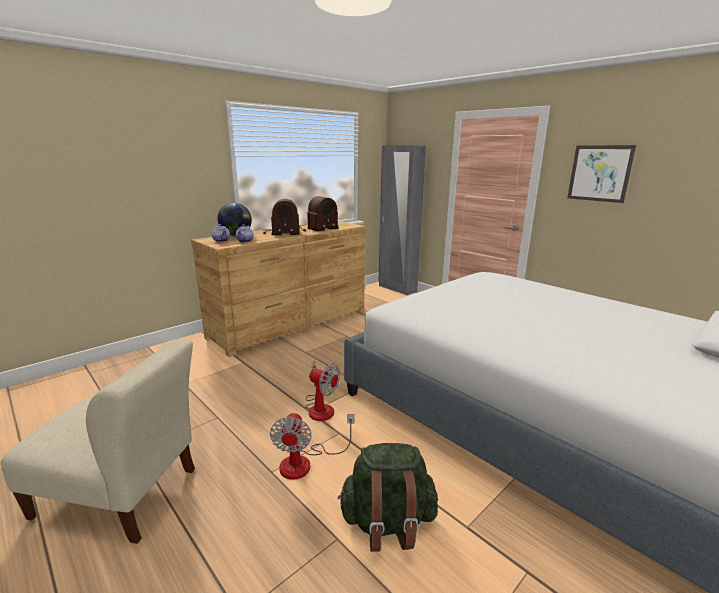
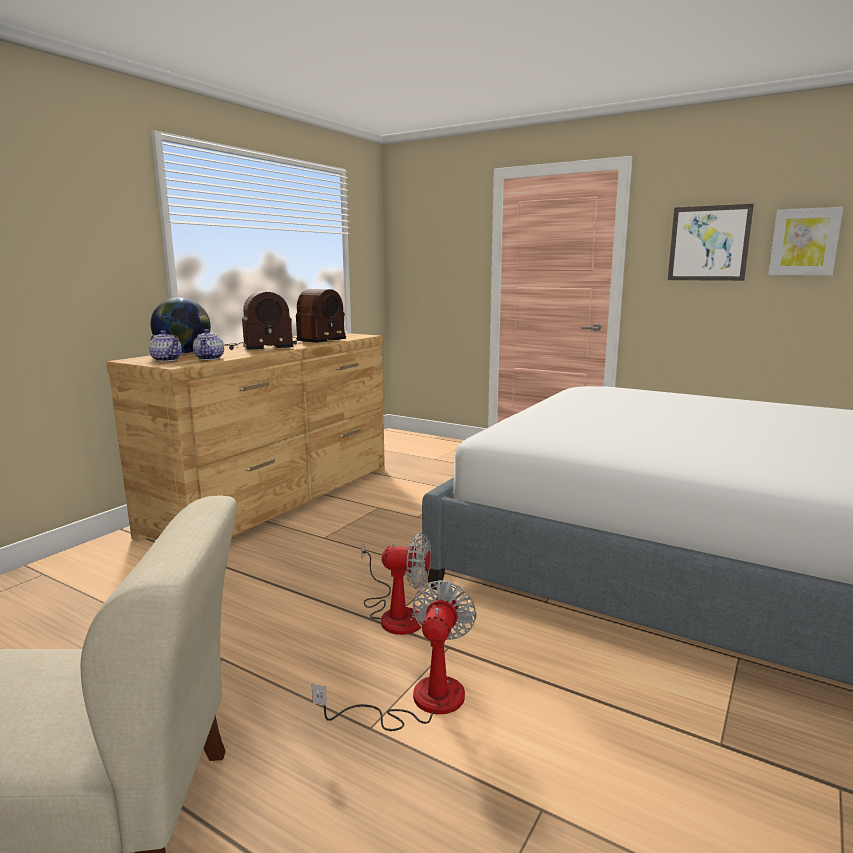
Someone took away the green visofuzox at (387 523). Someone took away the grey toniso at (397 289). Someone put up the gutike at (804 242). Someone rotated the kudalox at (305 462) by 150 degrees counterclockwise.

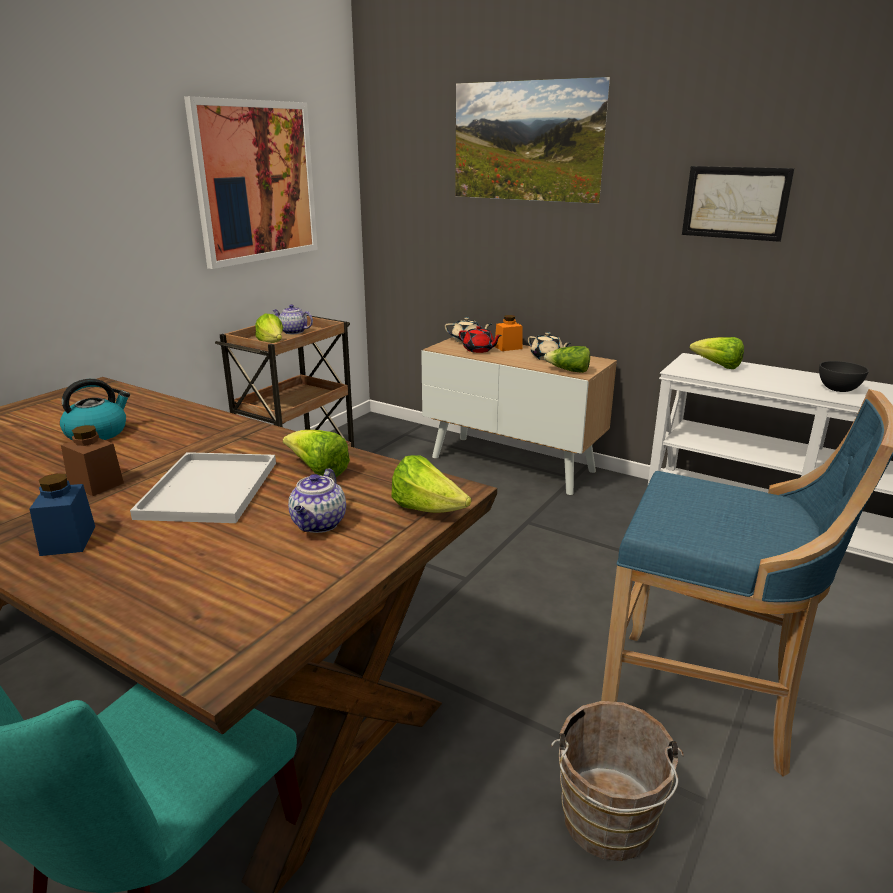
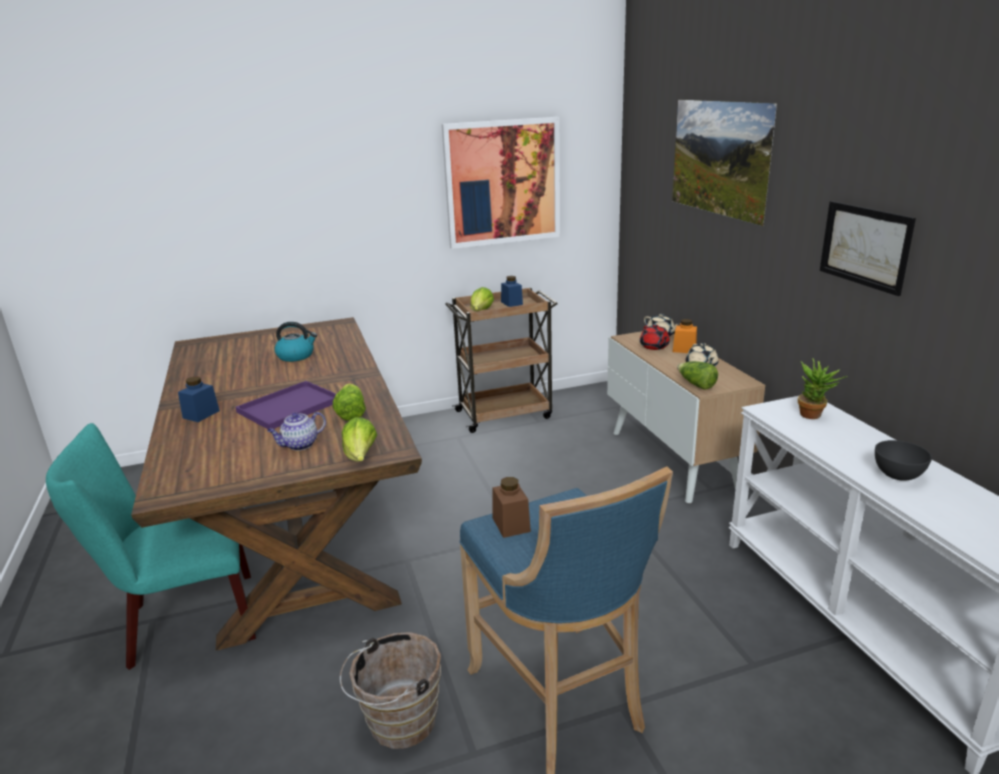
Someone carried the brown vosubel from (96 484) to (511 524). Someone swapped the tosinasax at (293 332) for the blue vosubel at (511 303). Someone swapped the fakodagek at (717 366) for the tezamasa at (814 416). Someone repainted the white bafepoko at (210 490), which became the purple bafepoko at (288 407).

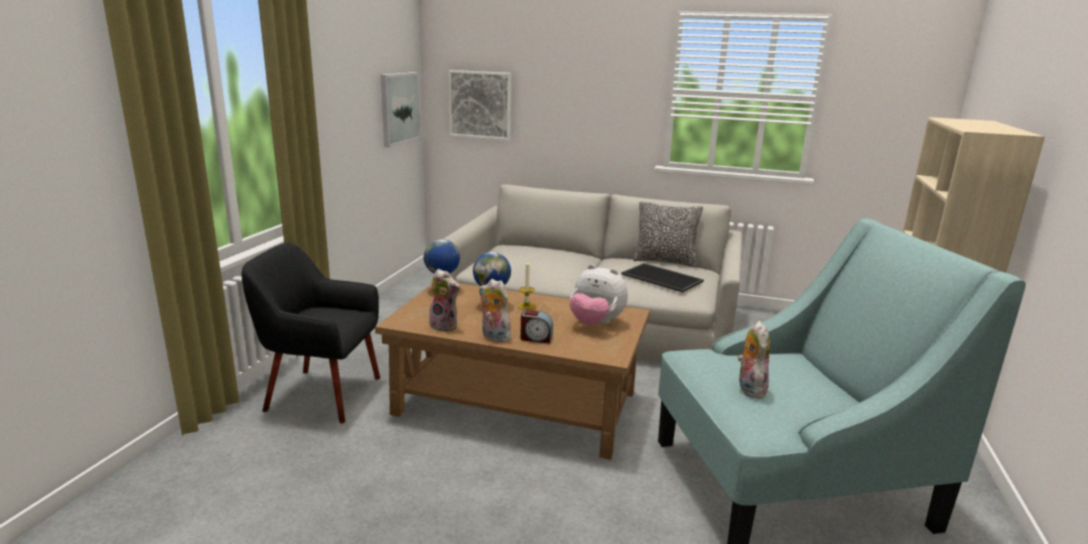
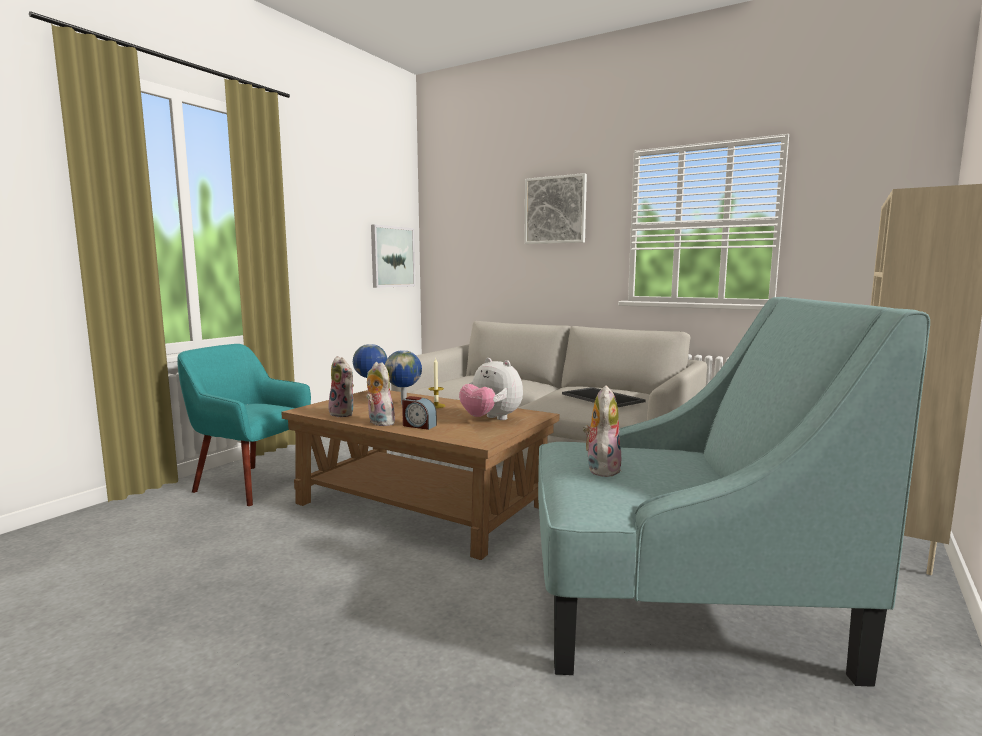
Someone took away the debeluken at (665 261). Someone carried the gutike from (480 105) to (555 210). Someone repainted the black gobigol at (322 394), which became the turquoise gobigol at (251 484).

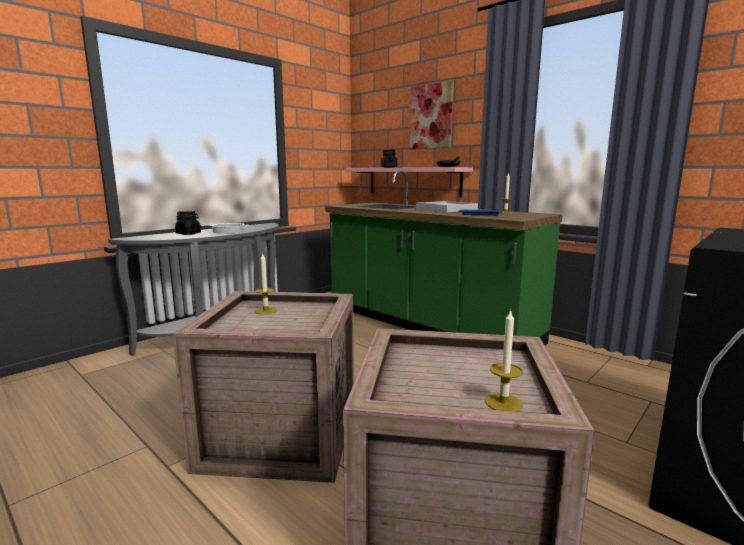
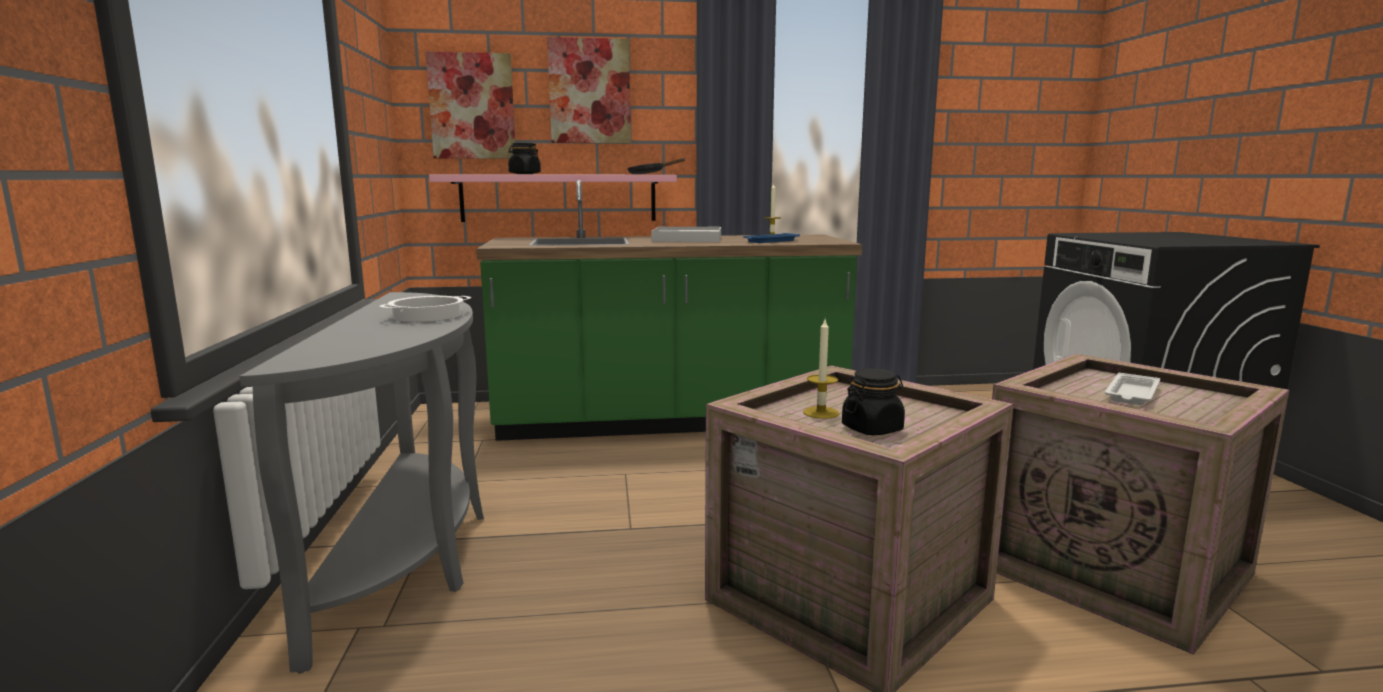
Someone took away the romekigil at (503 403). Someone put up the gutike at (472 106). Someone put down the white bafepoko at (1131 394). Someone carried the black vosubel from (188 234) to (872 429).

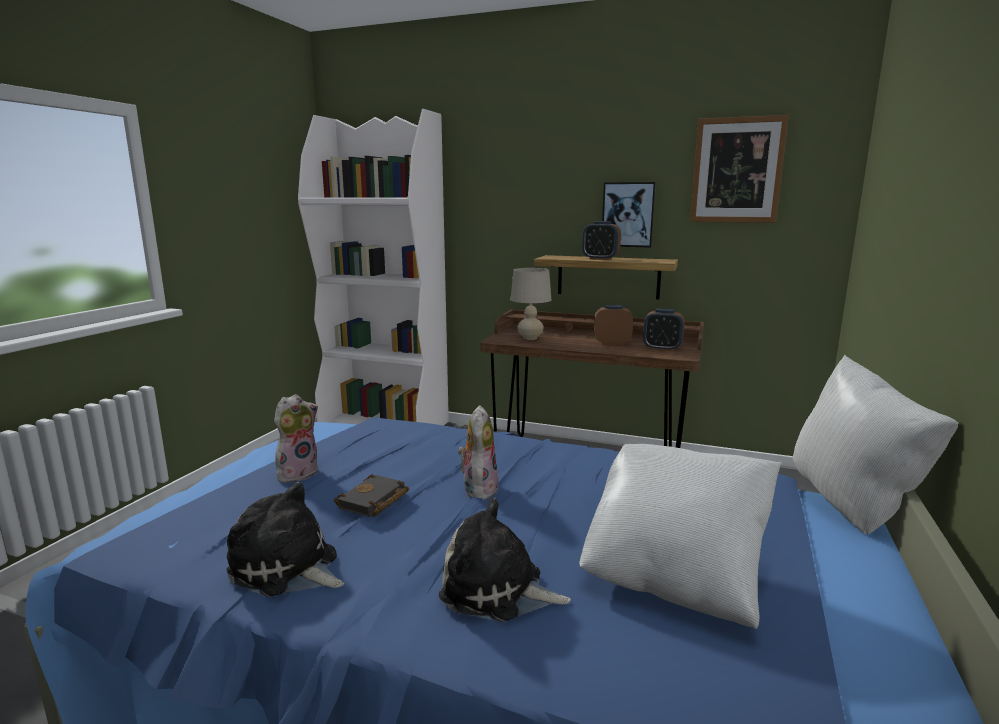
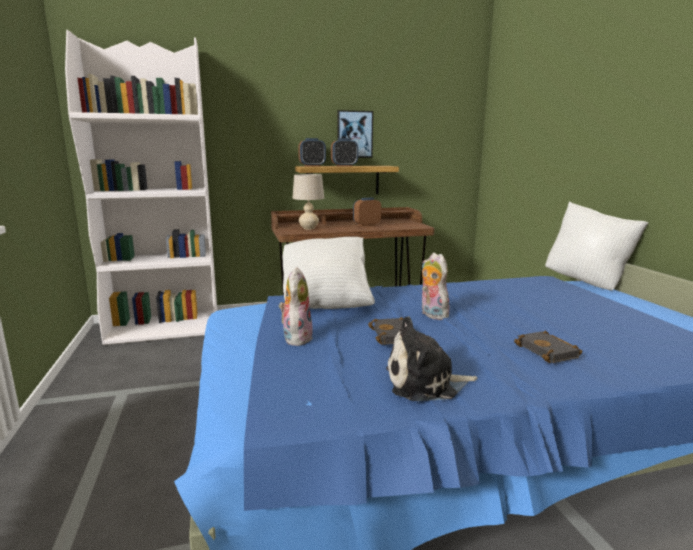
Someone took away the gutike at (737 170). Someone carried the white debeluken from (675 573) to (326 301). Someone carried the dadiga from (662 348) to (312 166). Someone swapped the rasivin at (497 590) for the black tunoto at (549 351).

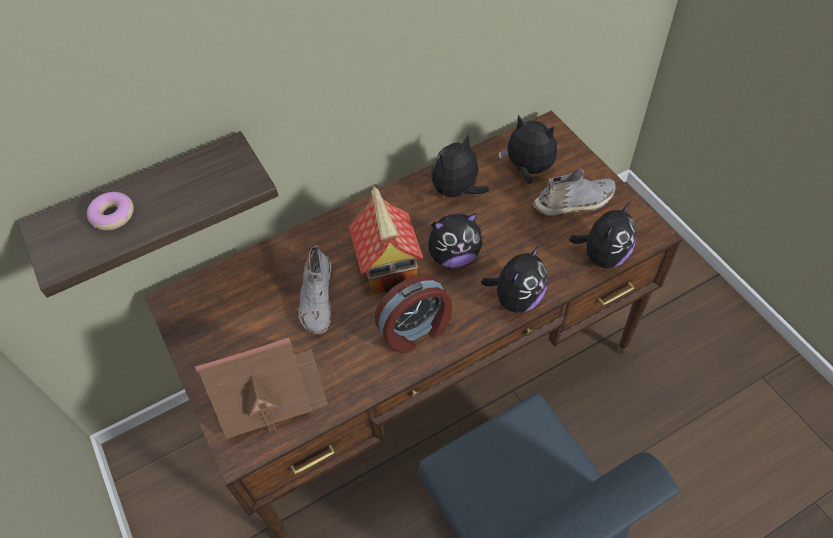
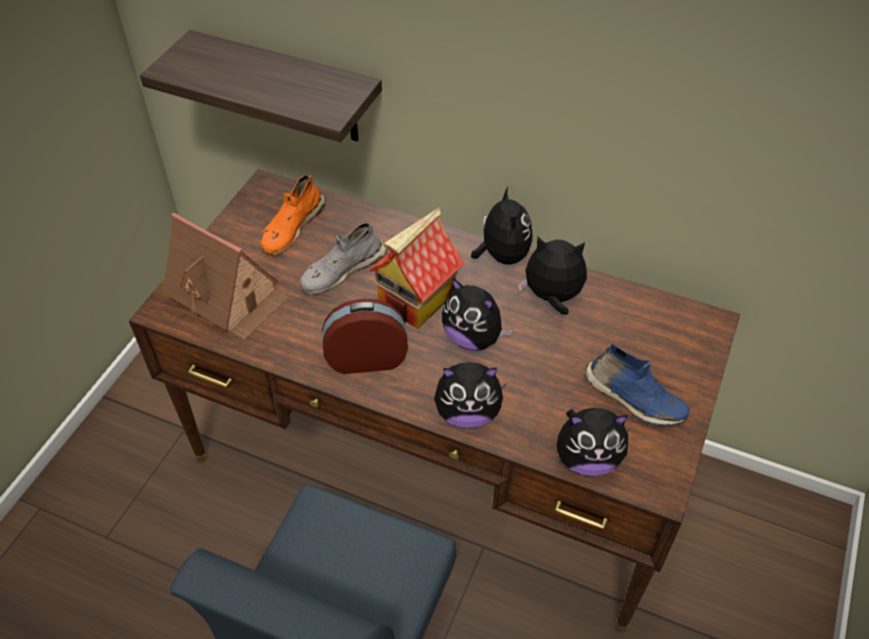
Someone took away the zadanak at (113 215). Someone put down the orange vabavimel at (292 227). Someone carried the rasivin from (528 169) to (502 256). Someone repainted the grey vabavimel at (575 203), which became the blue vabavimel at (633 399). Someone rotated the dadiga at (416 330) by 150 degrees clockwise.

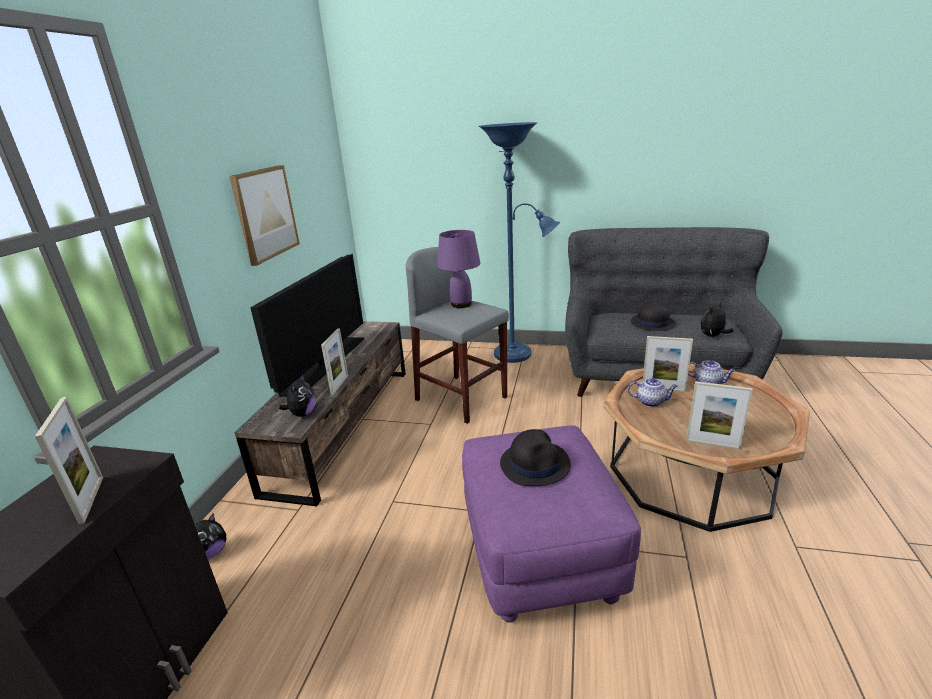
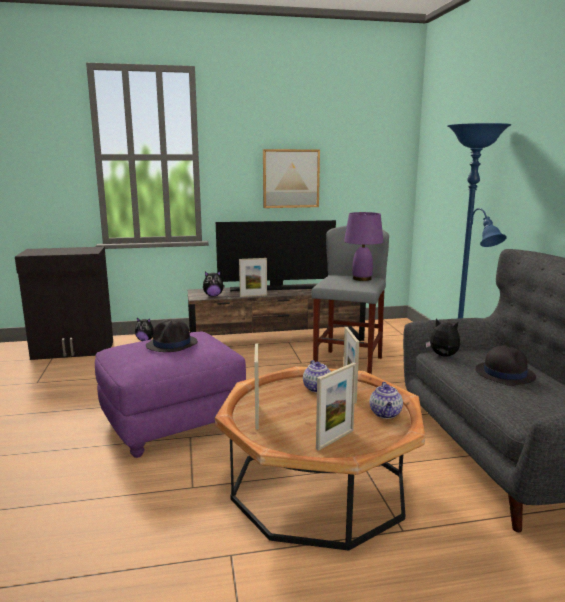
Someone carried the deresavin from (91 499) to (335 439). Someone carried the rasivin from (712 336) to (443 356).

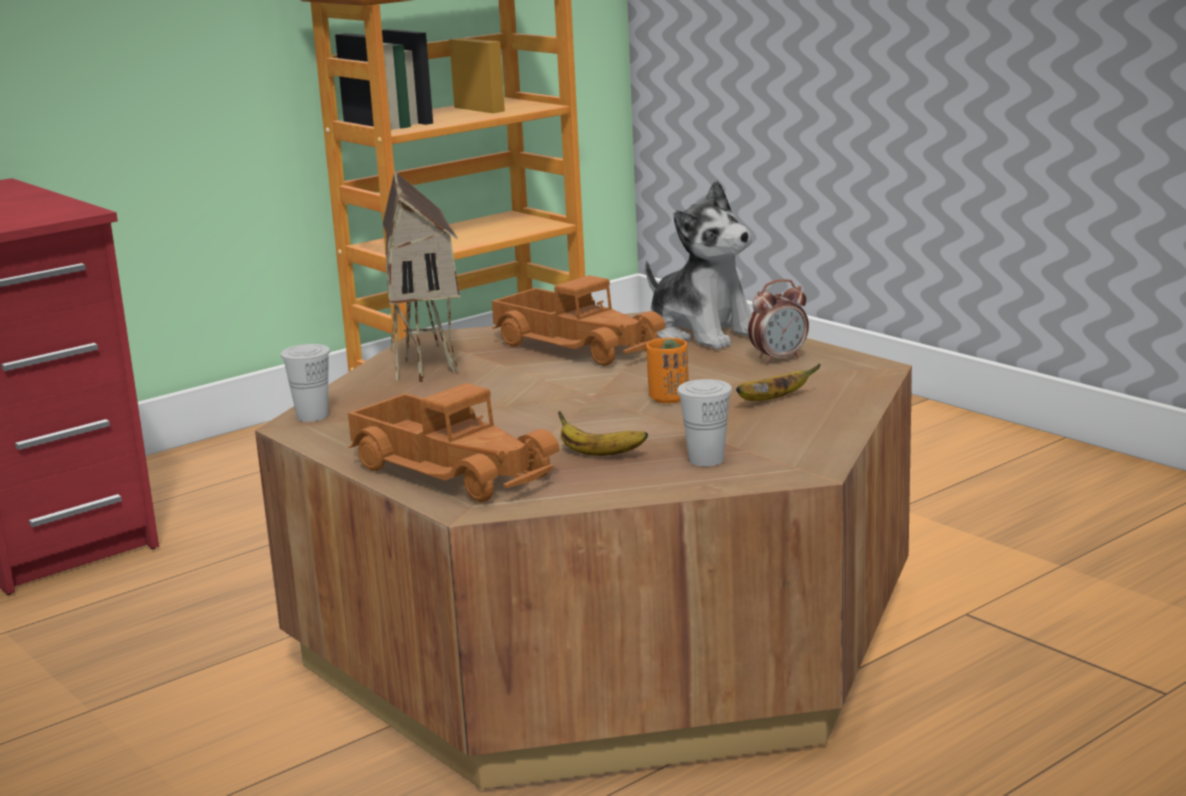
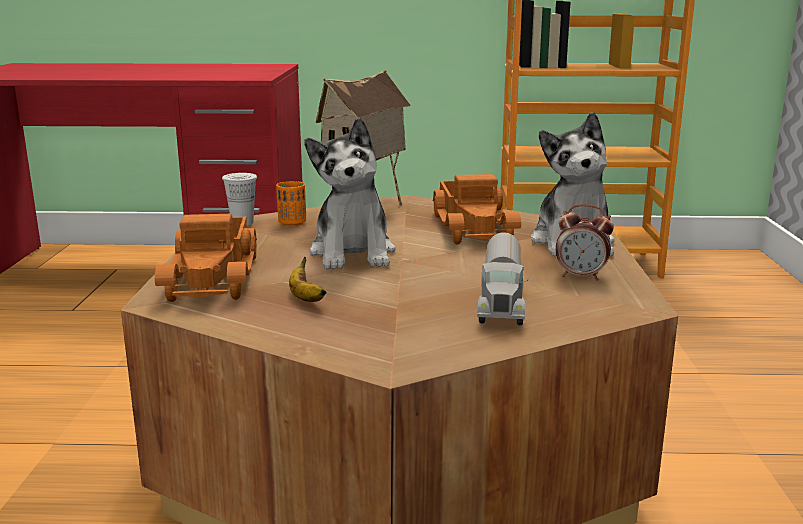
Someone took away the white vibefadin at (706 460). Someone put down the rasivin at (353 253). Someone carried the orange vibefadin from (668 398) to (292 223). Someone swapped the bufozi at (772 400) for the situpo at (503 303).

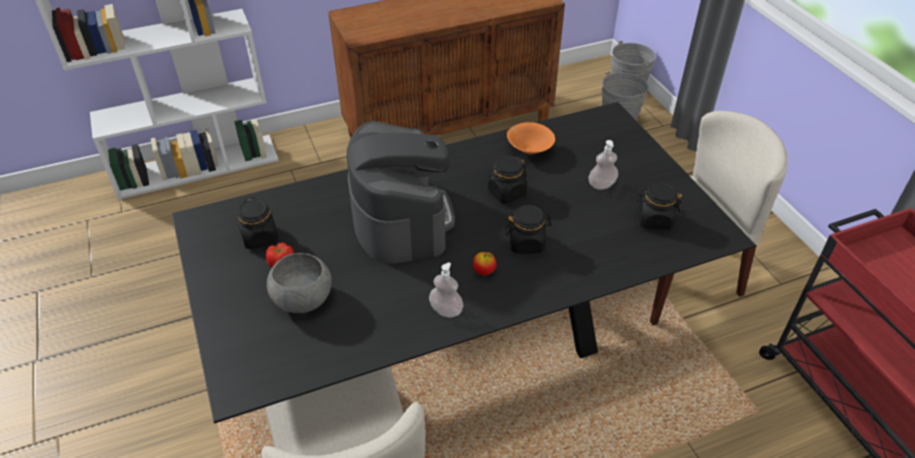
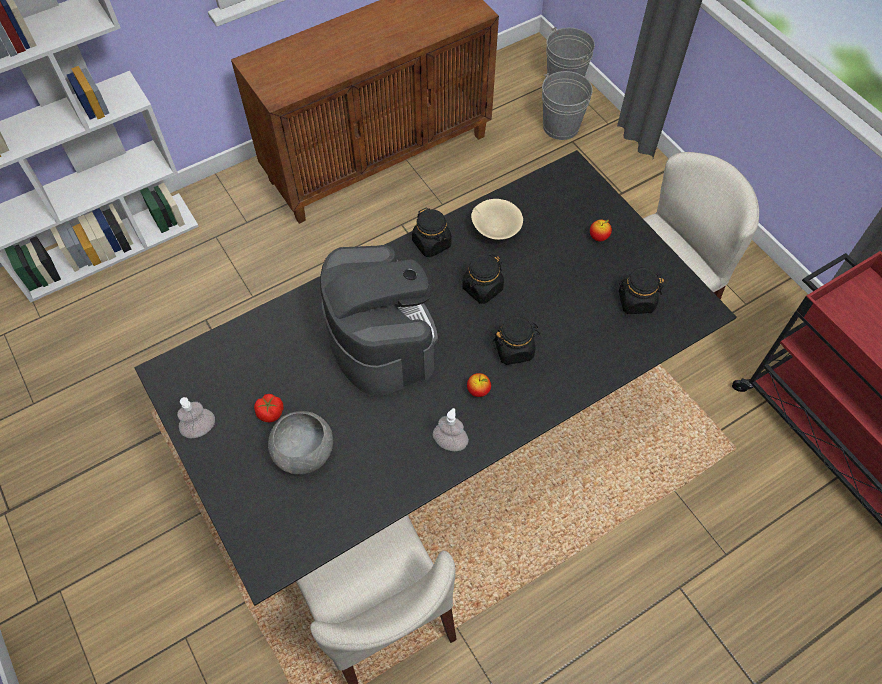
Someone put down the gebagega at (598 237). Someone carried the black vosubel from (260 237) to (432 243). Someone carried the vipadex from (601 185) to (200 429). Someone repainted the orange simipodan at (528 150), which became the beige simipodan at (495 230).

